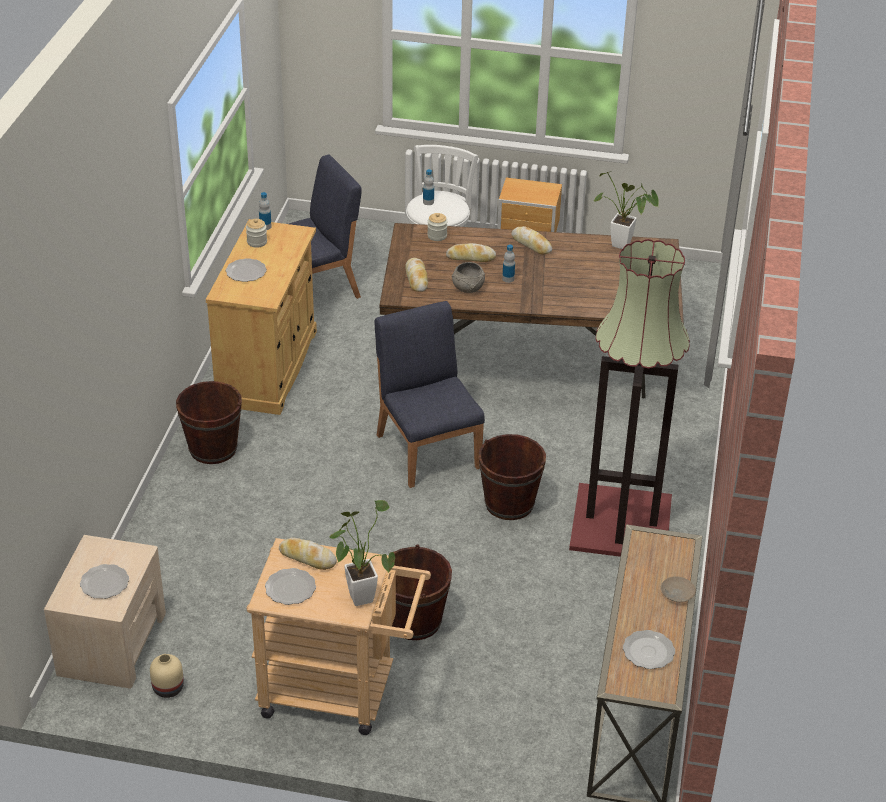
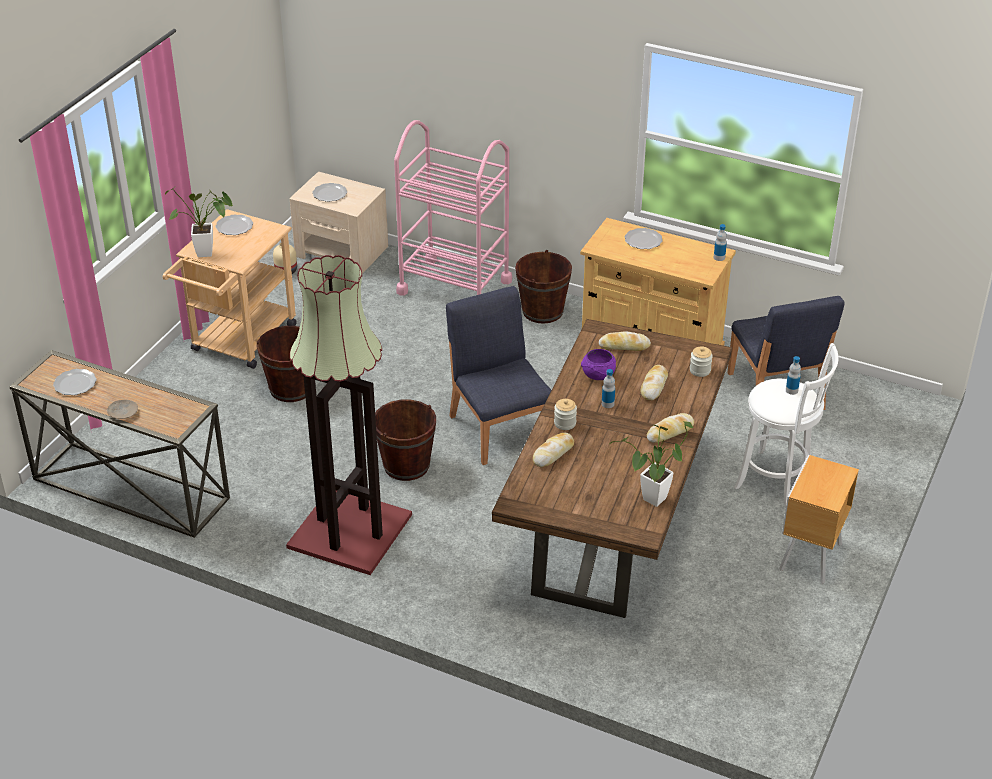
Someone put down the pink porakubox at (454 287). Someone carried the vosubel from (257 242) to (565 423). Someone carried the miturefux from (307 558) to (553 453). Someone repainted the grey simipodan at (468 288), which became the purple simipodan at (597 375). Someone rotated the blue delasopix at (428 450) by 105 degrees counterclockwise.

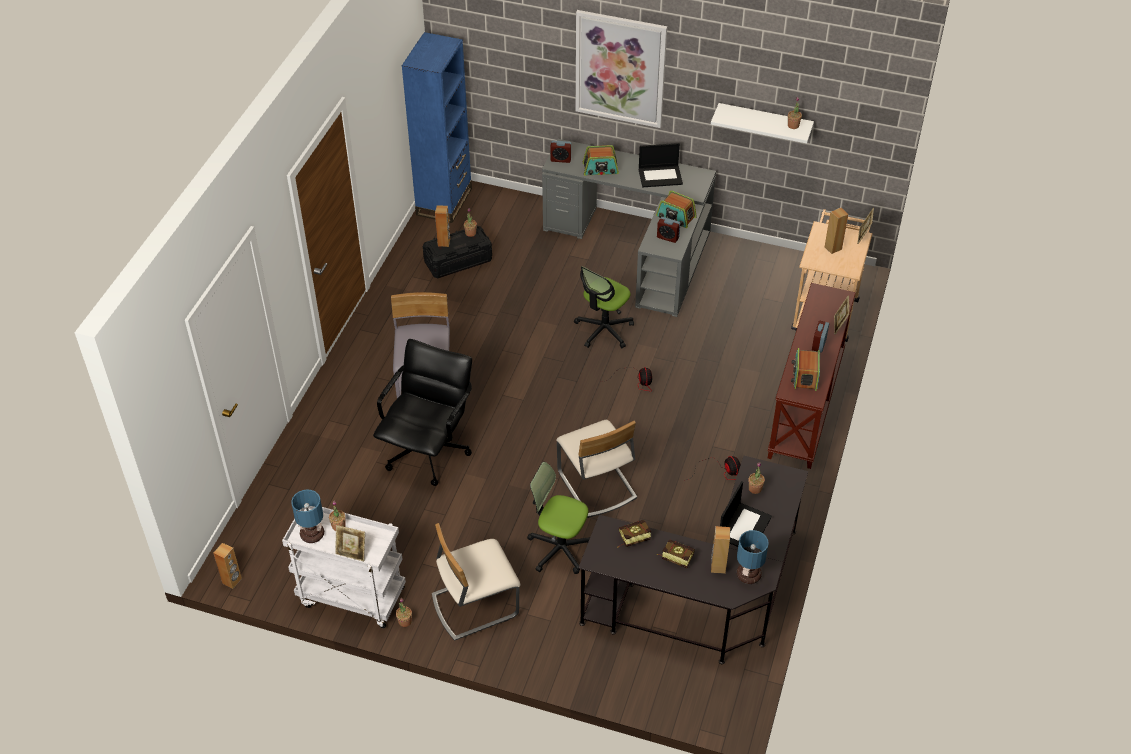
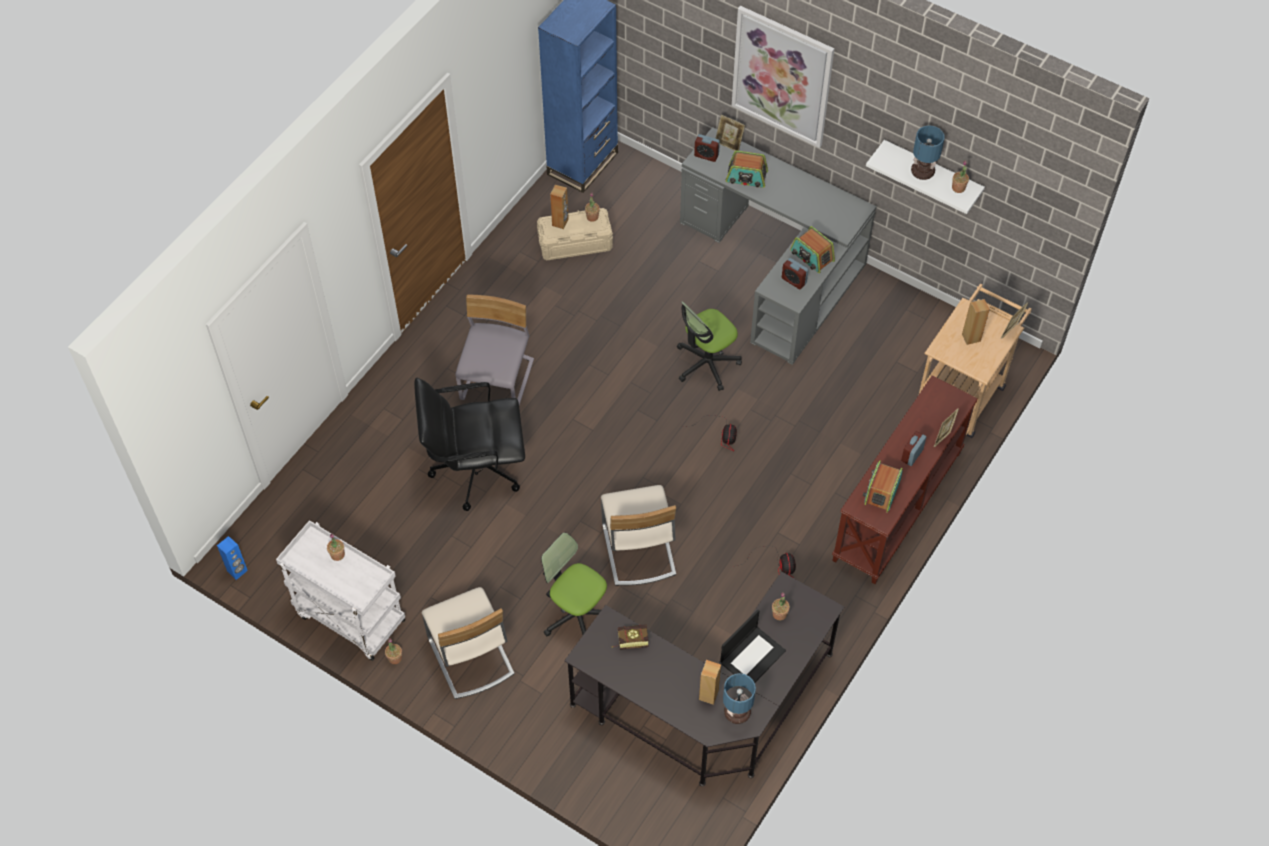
Someone took away the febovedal at (660 176). Someone took away the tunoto at (674 557). Someone carried the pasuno from (313 534) to (923 172). Someone carried the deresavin from (352 553) to (729 143). Someone repainted the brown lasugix at (232 581), which became the blue lasugix at (237 571). Someone repainted the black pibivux at (458 261), which became the beige pibivux at (575 243). Someone rotated the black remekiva at (428 452) by 135 degrees counterclockwise. Someone rotated the beige delasopix at (474 605) by 105 degrees counterclockwise.

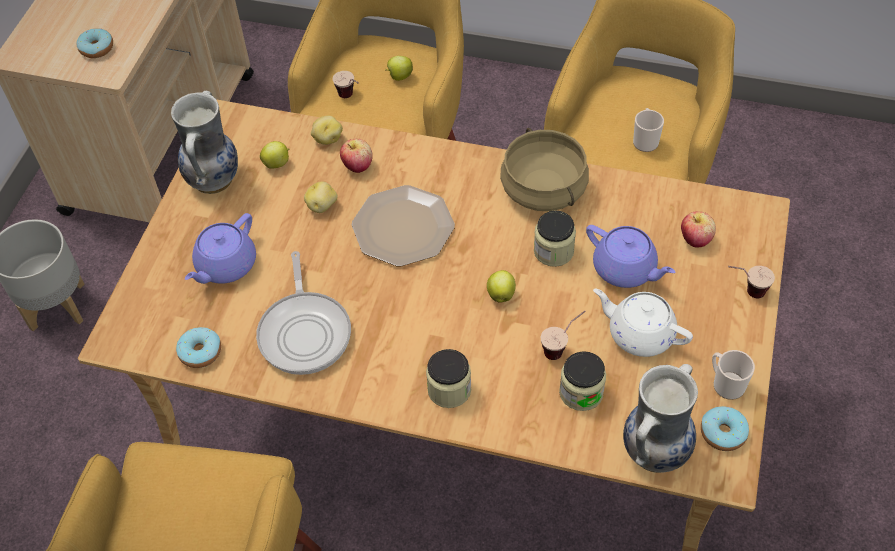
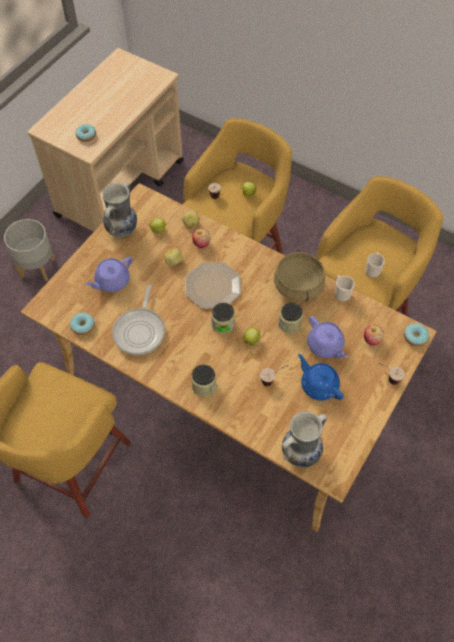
Someone carried the vosubel from (581 392) to (223 324). Someone carried the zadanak from (723 433) to (415 337). Someone carried the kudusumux from (726 384) to (341 293). Someone repainted the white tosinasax at (639 333), which became the blue tosinasax at (318 385).

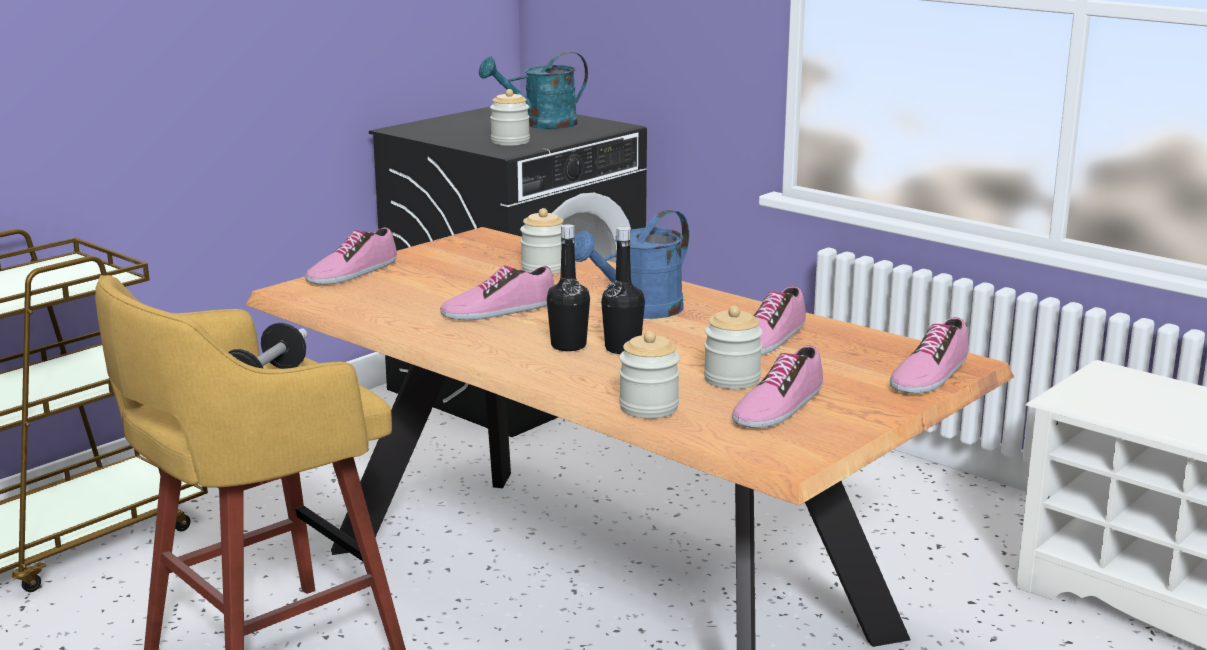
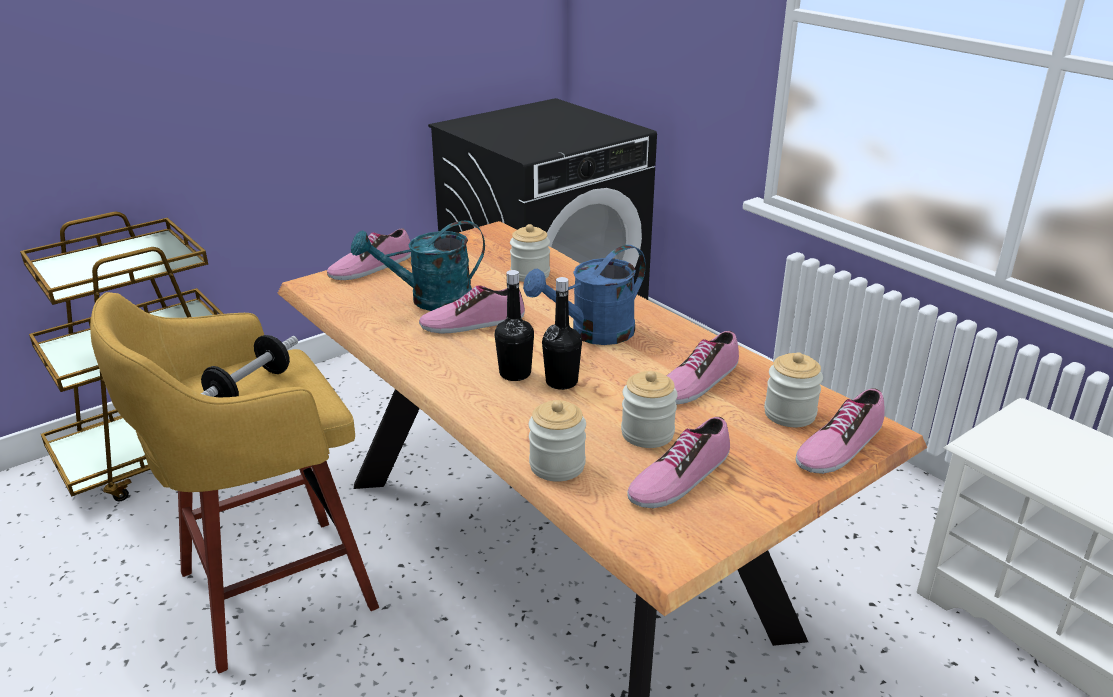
Someone carried the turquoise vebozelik from (541 124) to (430 300). Someone carried the vosubel from (510 142) to (789 414).

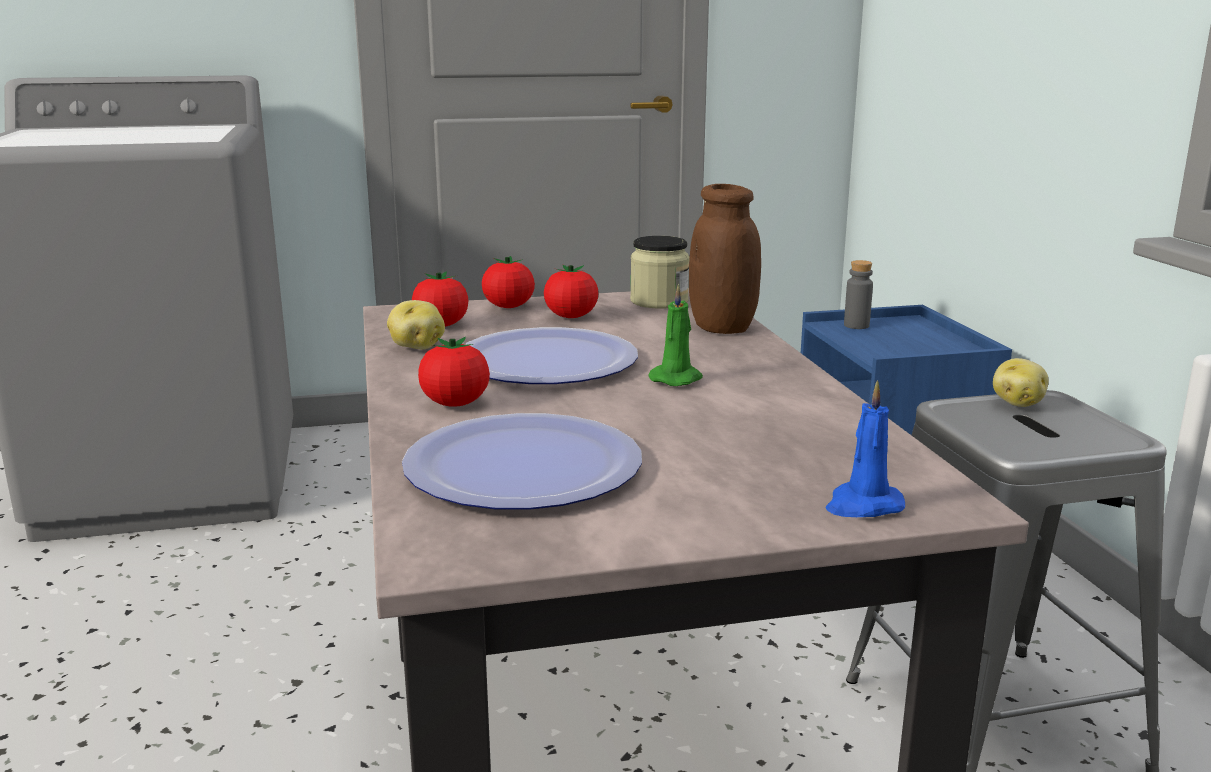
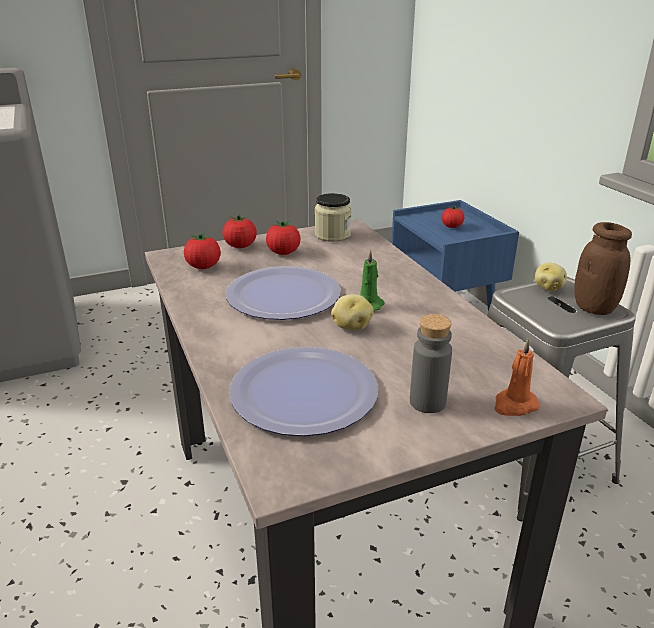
Someone carried the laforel from (417 347) to (351 326). Someone carried the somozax from (455 404) to (451 227). Someone carried the brown vosubel from (722 328) to (594 308). Someone carried the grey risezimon from (856 325) to (427 402). Someone repainted the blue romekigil at (863 506), which became the orange romekigil at (514 405).

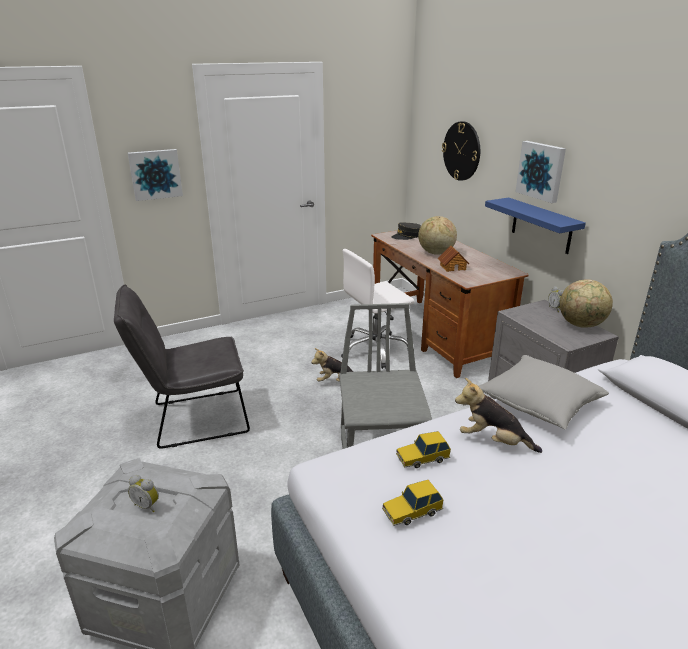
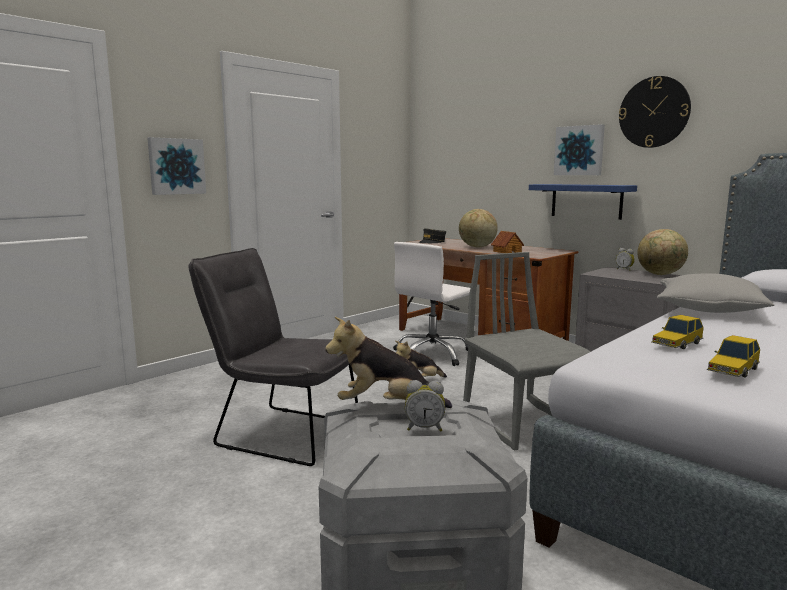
Someone carried the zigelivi from (462 151) to (654 112). Someone carried the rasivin from (493 441) to (386 407). Someone rotated the grey delasopix at (192 419) by 60 degrees clockwise.

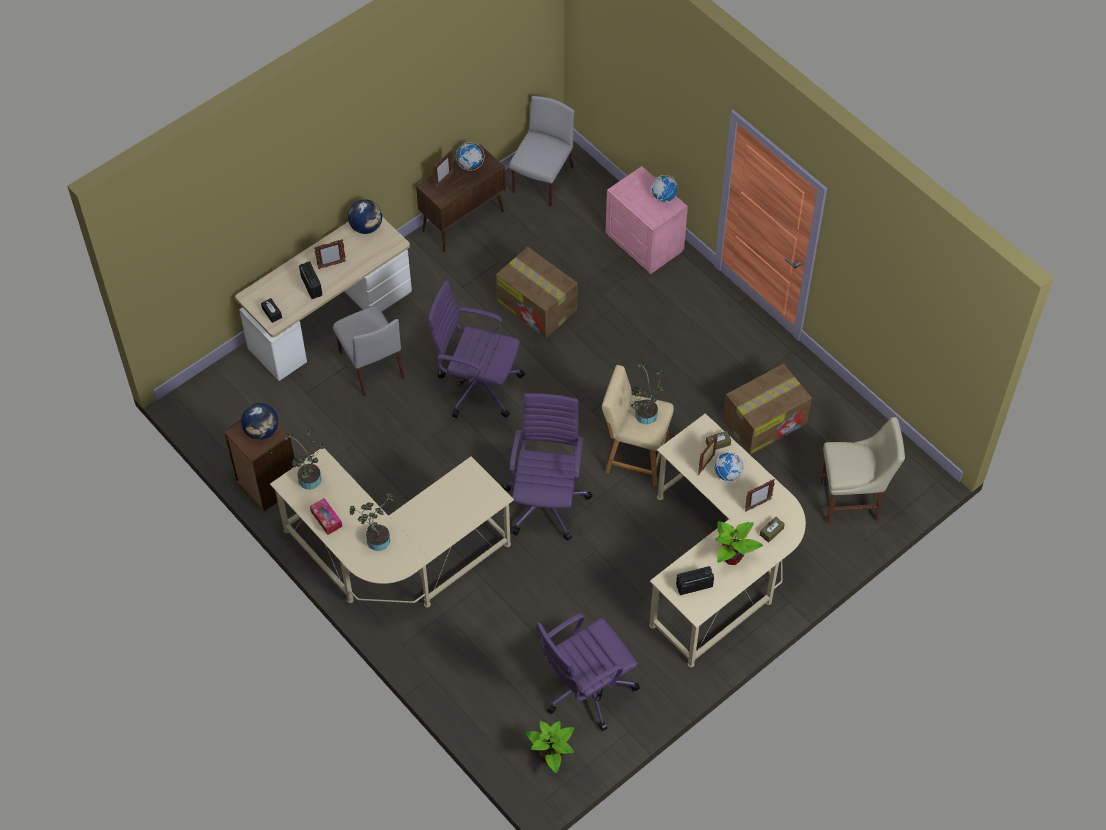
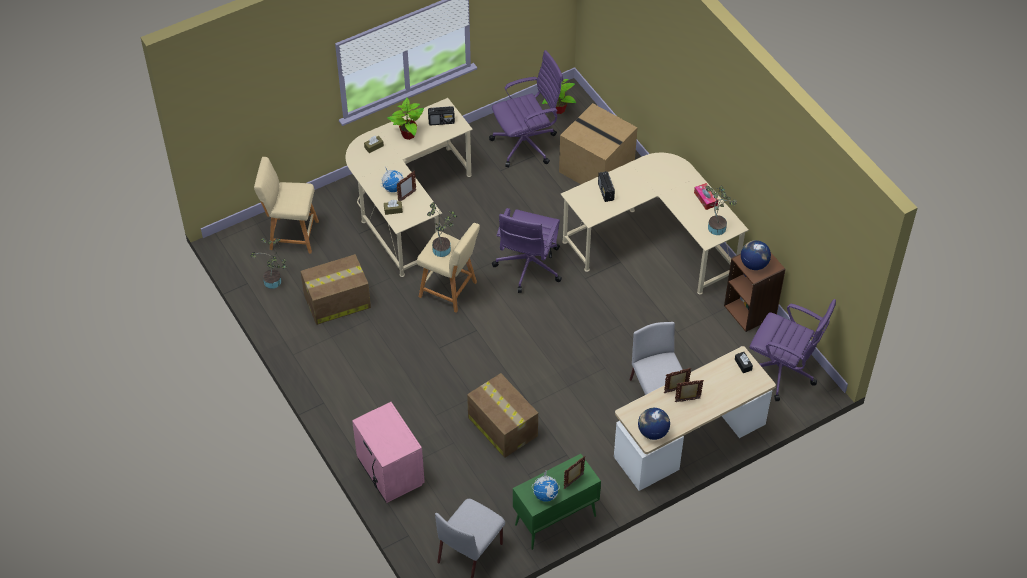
Someone took away the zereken at (663 196). Someone put down the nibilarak at (598 168). Someone carried the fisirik from (311 286) to (606 192). Someone carried the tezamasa from (375 539) to (274 282). Someone carried the purple remekiva from (477 385) to (782 371). Someone carried the deresavin from (757 505) to (676 390). Someone swapped the beige delasopix at (852 501) for the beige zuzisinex at (291 235). Someone repainted the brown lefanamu at (463 221), which became the green lefanamu at (554 521).

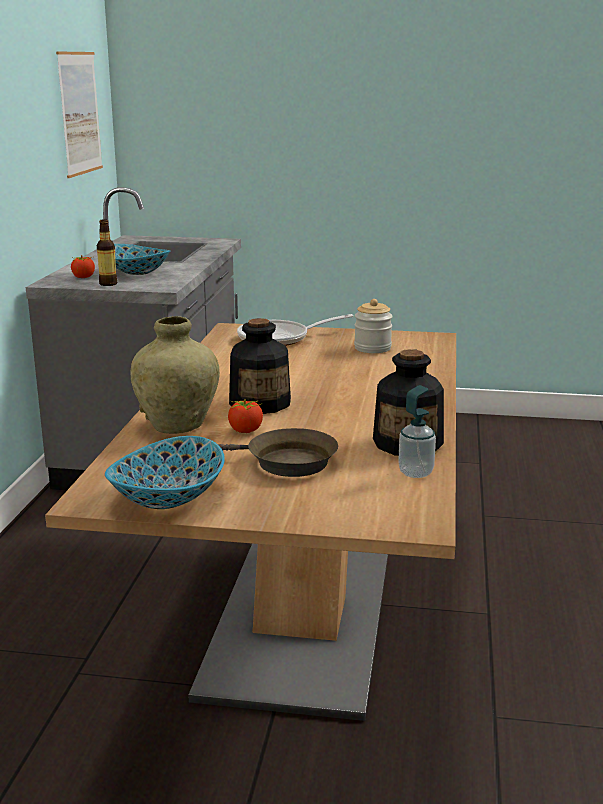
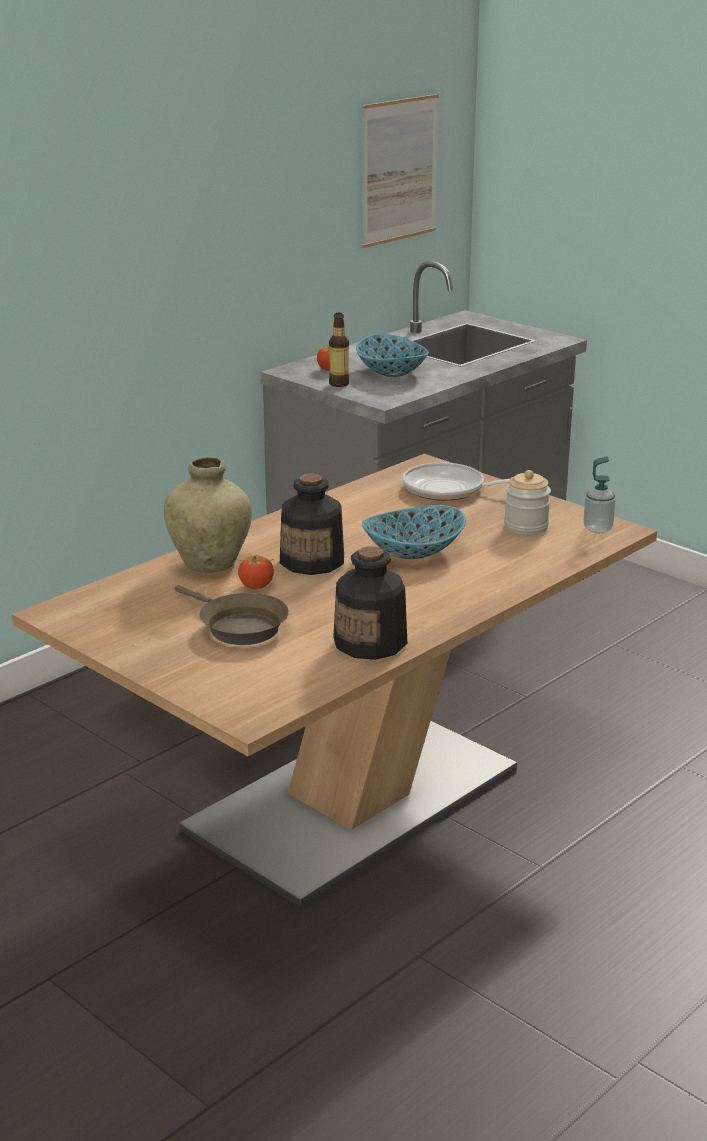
Someone carried the simipodan from (169 499) to (414 552). Someone carried the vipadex from (415 472) to (598 529).

